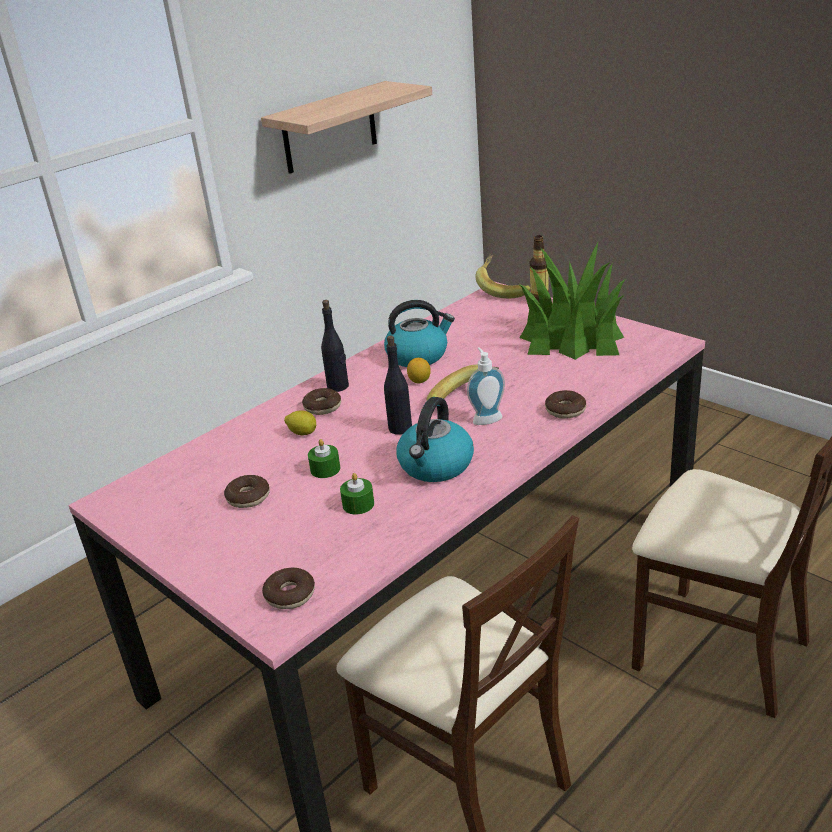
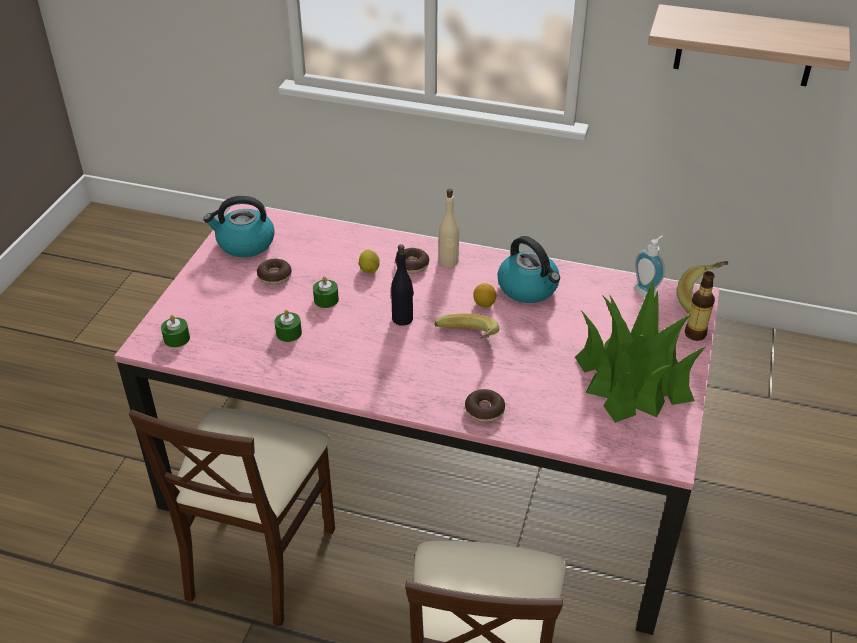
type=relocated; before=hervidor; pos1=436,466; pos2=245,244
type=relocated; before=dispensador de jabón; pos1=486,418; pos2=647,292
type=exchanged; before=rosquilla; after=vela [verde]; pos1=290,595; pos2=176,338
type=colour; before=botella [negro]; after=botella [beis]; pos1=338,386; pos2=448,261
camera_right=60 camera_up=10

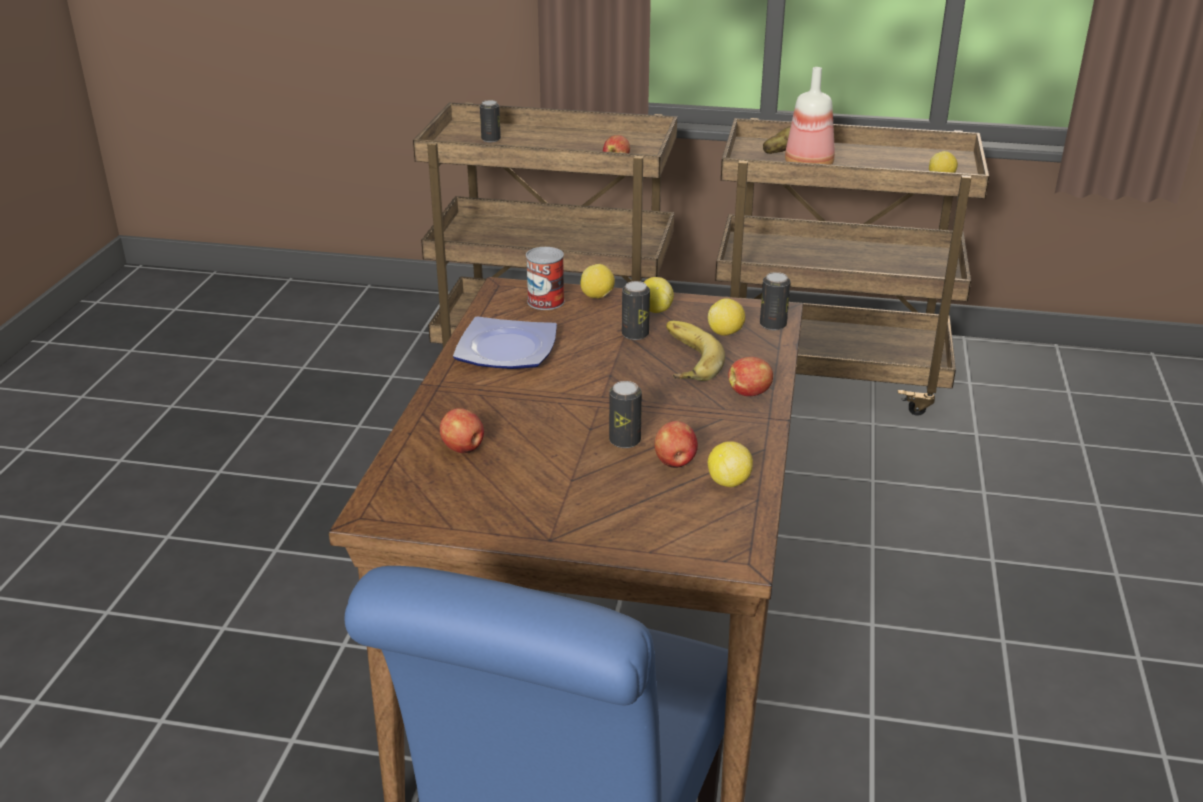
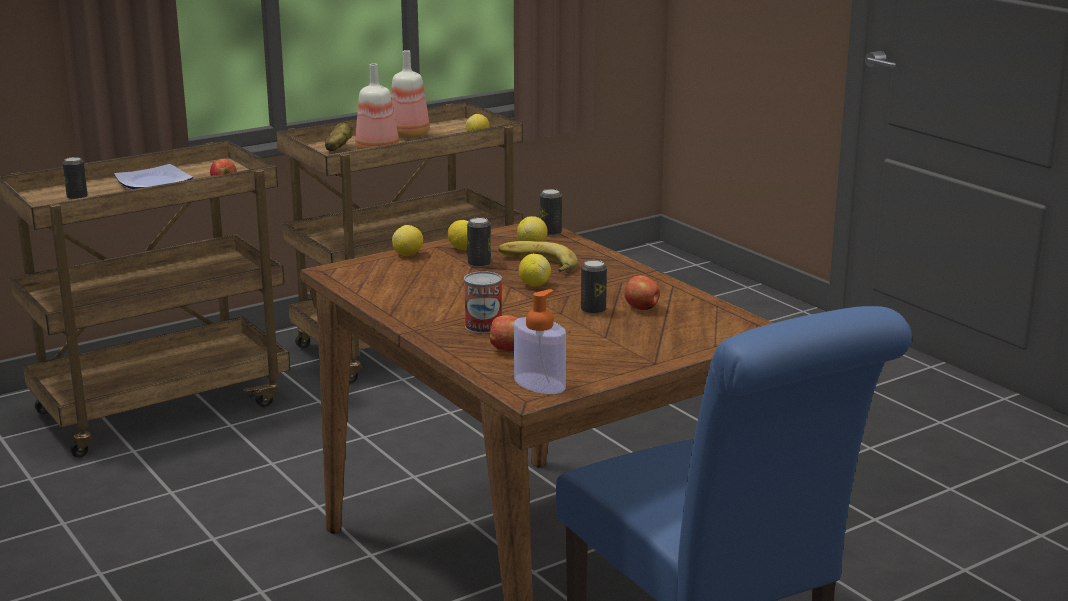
type=missing; before=manzana; pos1=750,393
type=appeared; after=botella; pos2=407,135
type=appeared; after=dispensador de jabón; pos2=539,384
type=relocated; before=plato; pos1=508,349; pos2=154,183
type=relocated; before=lata; pos1=546,301; pos2=483,326
type=relocated; before=limón; pos1=728,481; pos2=534,284
camera_right=-45 camera_up=-10

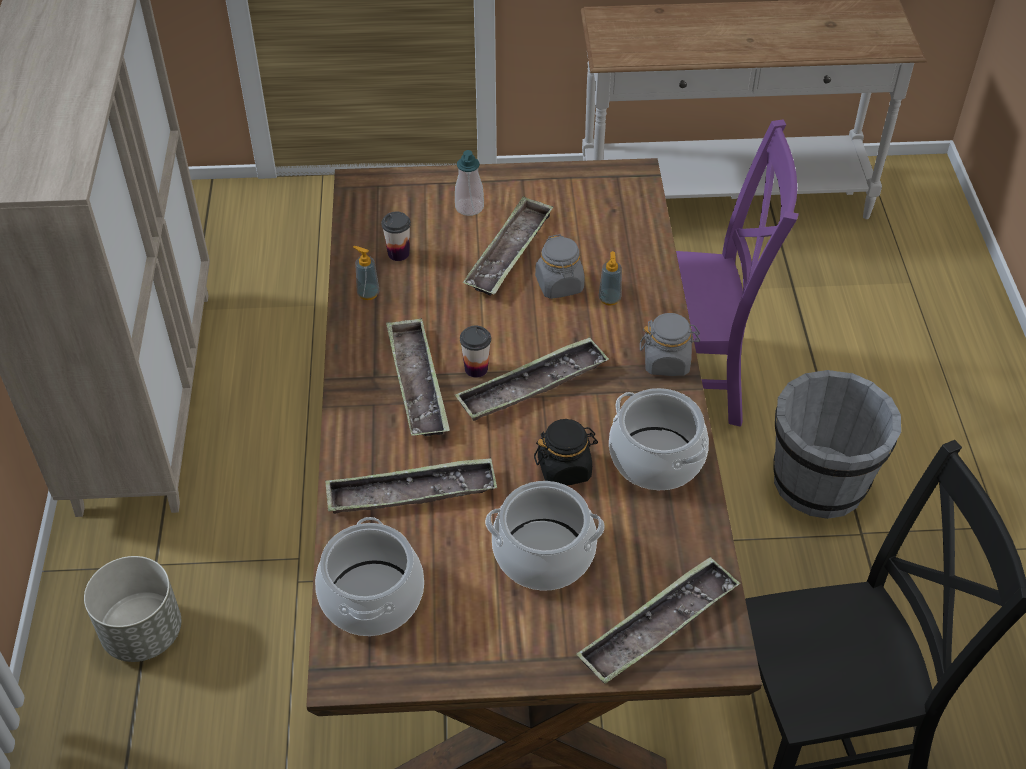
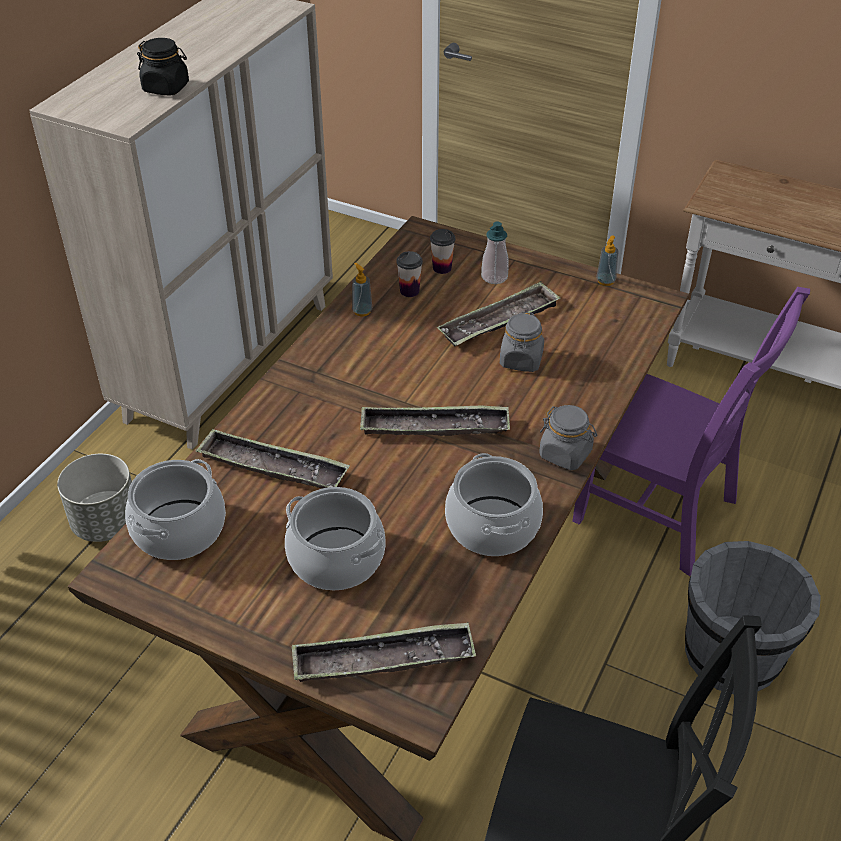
type=missing; before=bandeja; pos1=417,383
type=relocated; before=taza; pos1=476,369; pos2=442,268
type=relocated; before=tarro [negro]; pos1=564,469; pos2=166,88
type=relocated; before=dispensador de jabón; pos1=609,299; pos2=605,281
camera_right=30 camera_up=-5

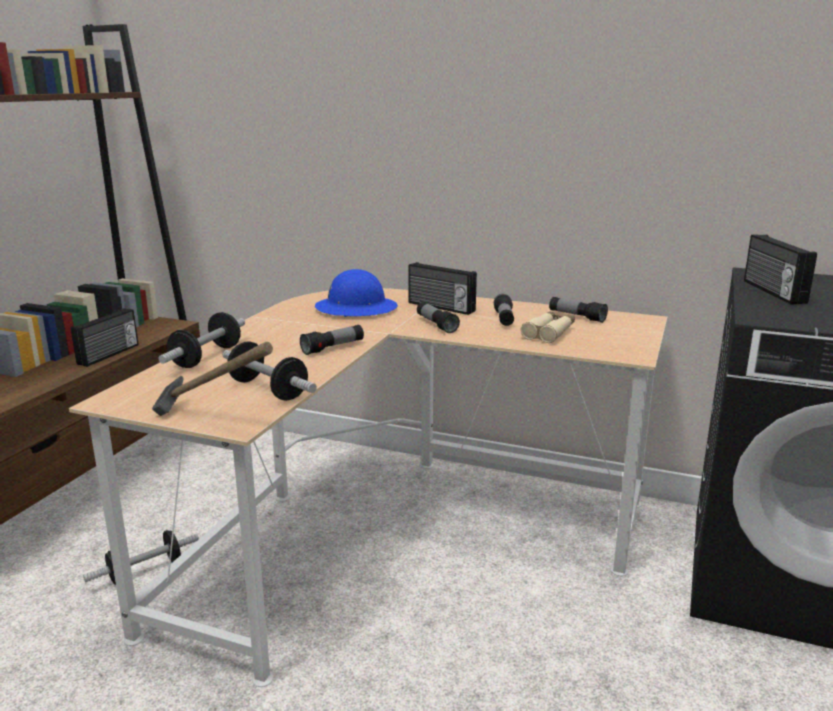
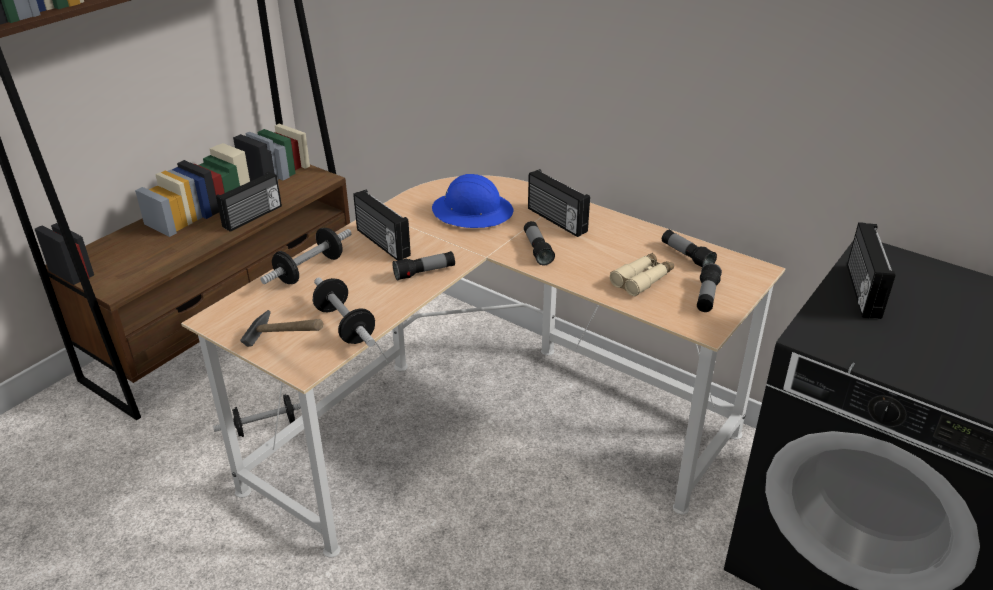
type=appeared; after=radio; pos2=381,243
type=relocated; before=linterna; pos1=504,319; pos2=706,296
camera_right=15 camera_up=15

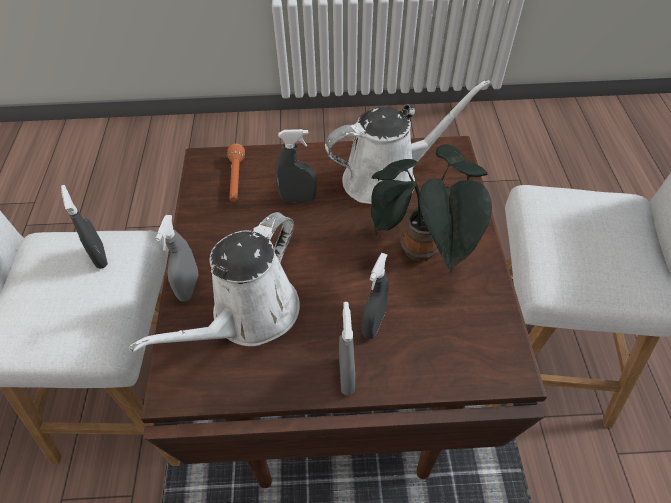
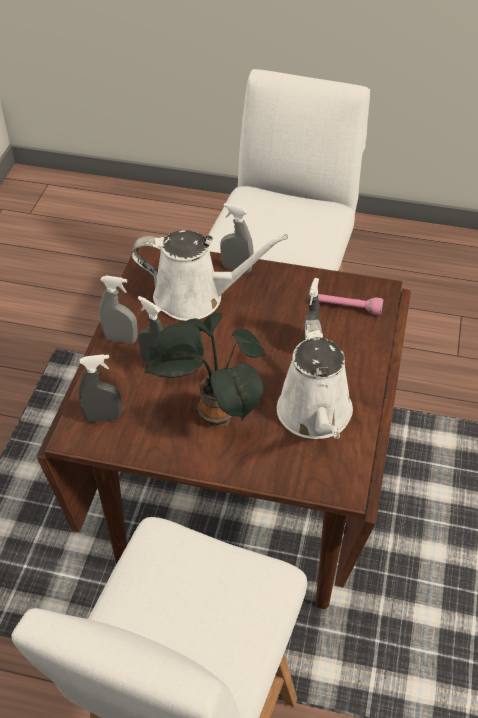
type=relocated; before=pulverizador [gris]; pos1=100,256; pos2=103,418
type=colour; before=linterna [naranja]; after=linterna [rosa]; pos1=236,180; pos2=347,308
type=spun; before=regadera [blanco]; pos1=249,316; pos2=196,297; turn=135
camera_right=105 camera_up=-5

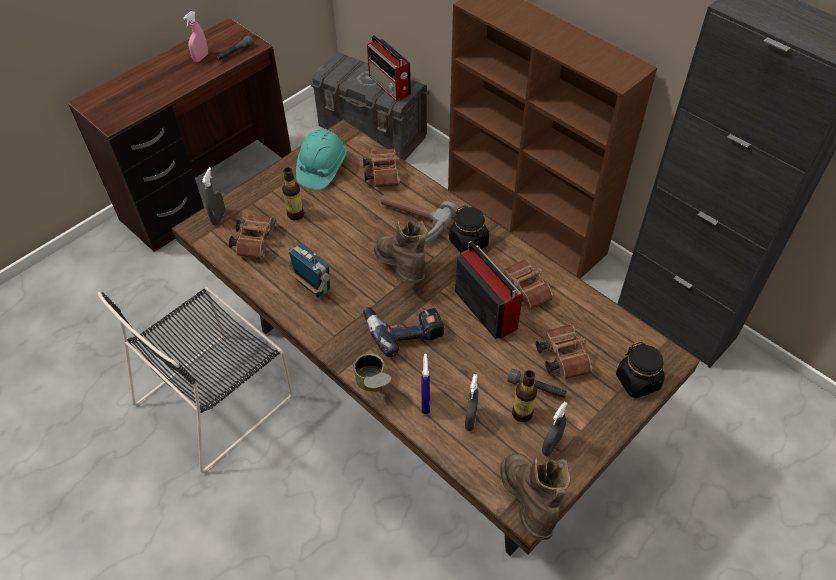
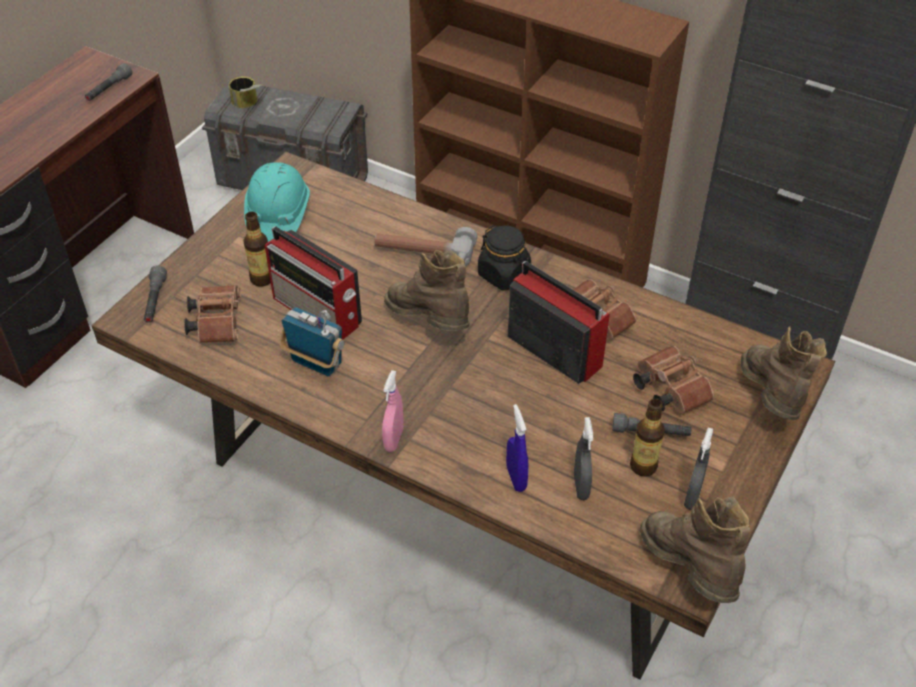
type=missing; before=silla [negro]; pos1=218,397
type=missing; before=prismáticos [marrón]; pos1=382,173
type=missing; before=taladro; pos1=403,330
type=relocated; before=pulverizador [rosa]; pos1=201,58; pos2=393,439
type=relocated; before=lata; pos1=373,386; pos2=248,104
type=relocated; before=radio; pos1=390,86; pos2=318,312
type=exchanged; before=pulverizador [gris]; after=linterna [gris]; pos1=218,218; pos2=155,301
type=exchanged; before=tarro [negro]; after=bota [marrón]; pos1=638,381; pos2=771,400
camera_right=-15 camera_up=-5

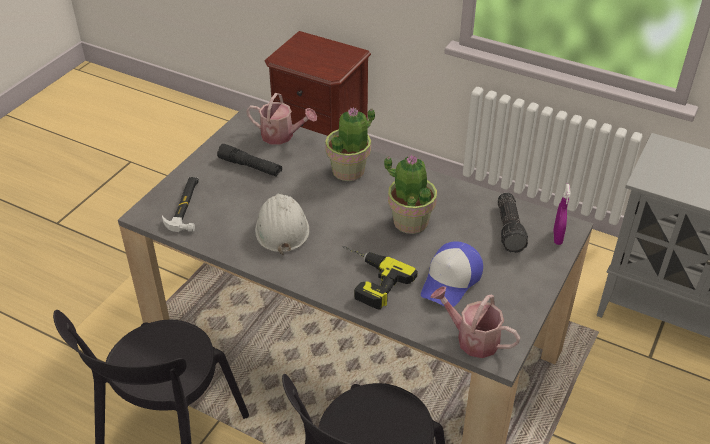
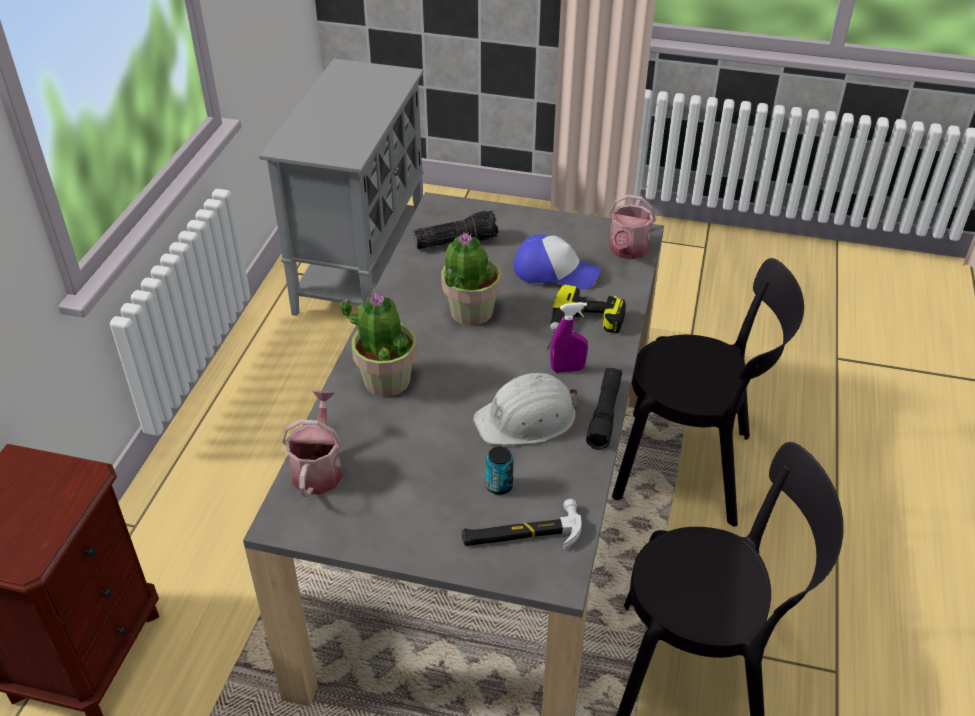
type=appeared; after=lata; pos2=499,486
type=relocated; before=linterna [negro]; pos1=250,167; pos2=605,414
type=relocated; before=pulverizador [morado]; pos1=557,237; pos2=567,369
camera_right=-105 camera_up=0

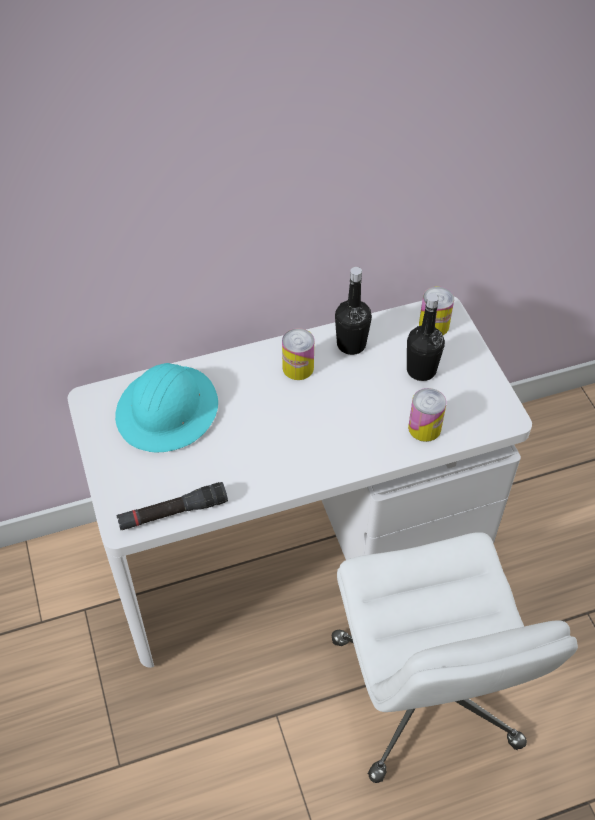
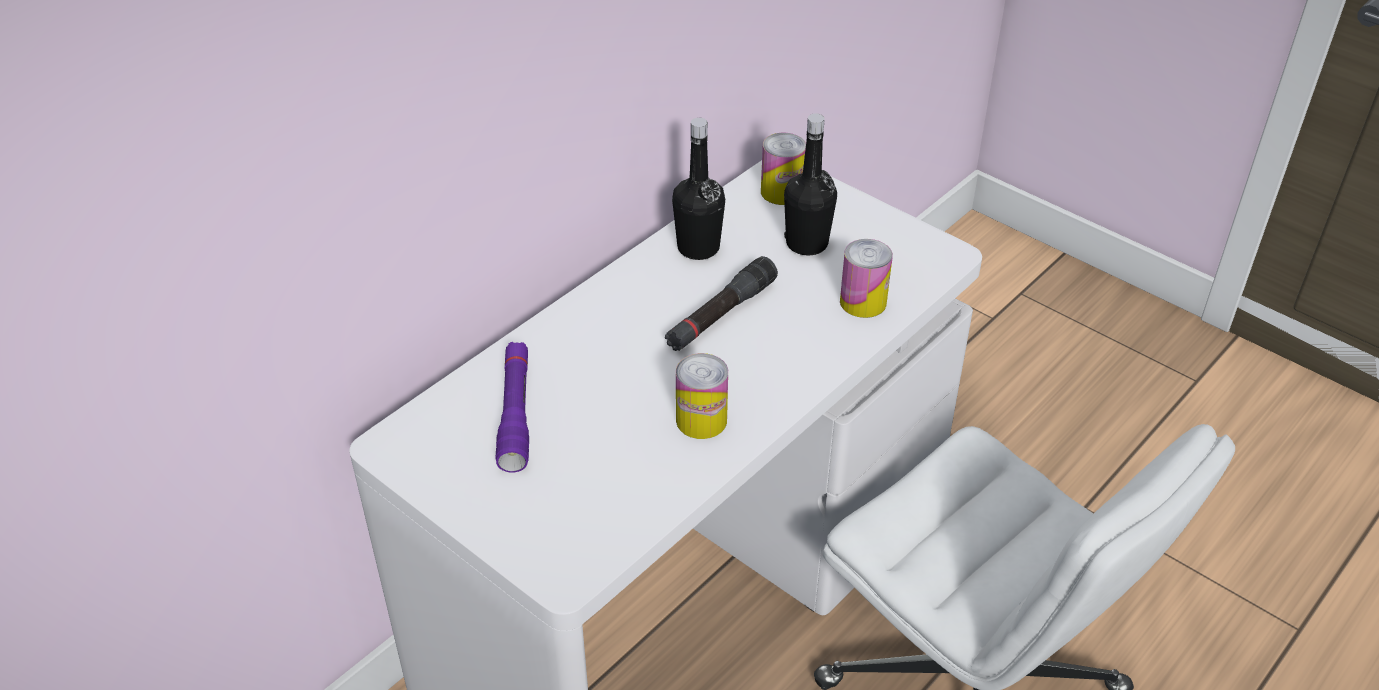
type=relocated; before=linterna [negro]; pos1=173,512; pos2=721,315
type=relocated; before=lata; pos1=298,368; pos2=701,420
type=exchanged; before=casco [turquesa]; after=linterna [morado]; pos1=168,411; pos2=515,414
camera_right=-30 camera_up=-10

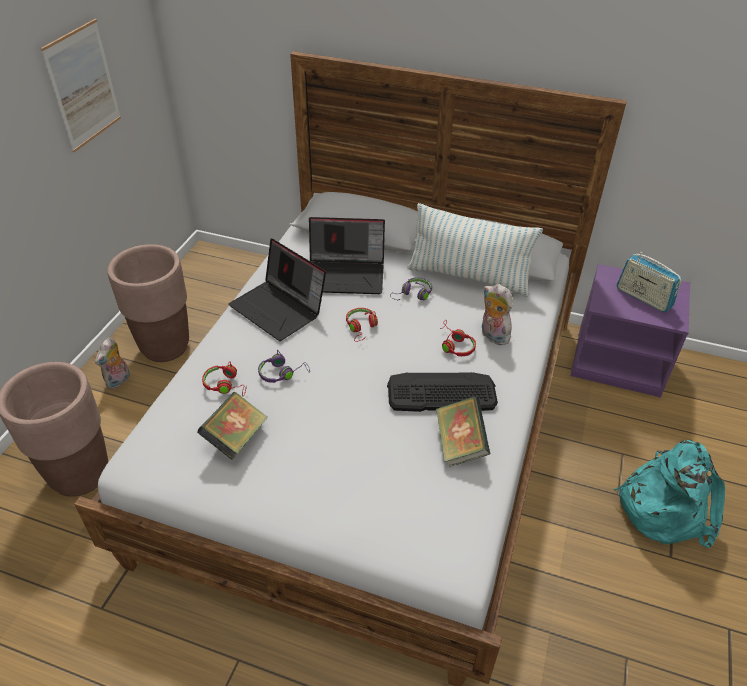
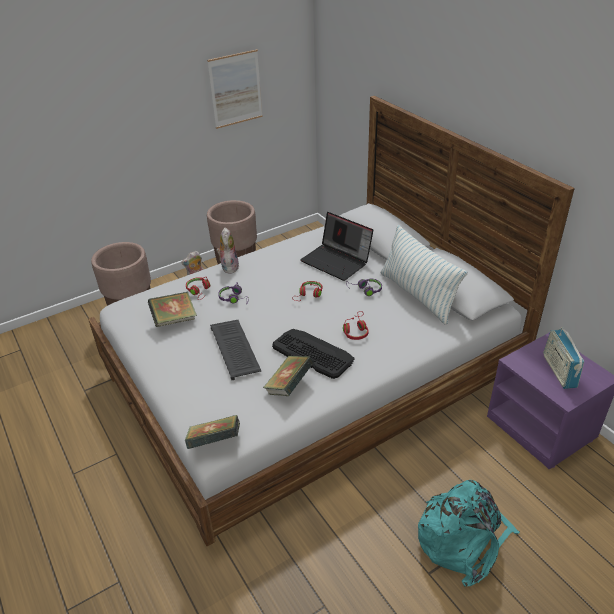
type=missing; before=portátil; pos1=279,309
type=appeared; after=libro; pos2=215,442
type=appeared; after=teclado; pos2=236,350
type=relocated; before=peluche; pos1=492,336; pos2=229,267
camera_right=40 camera_up=-5

